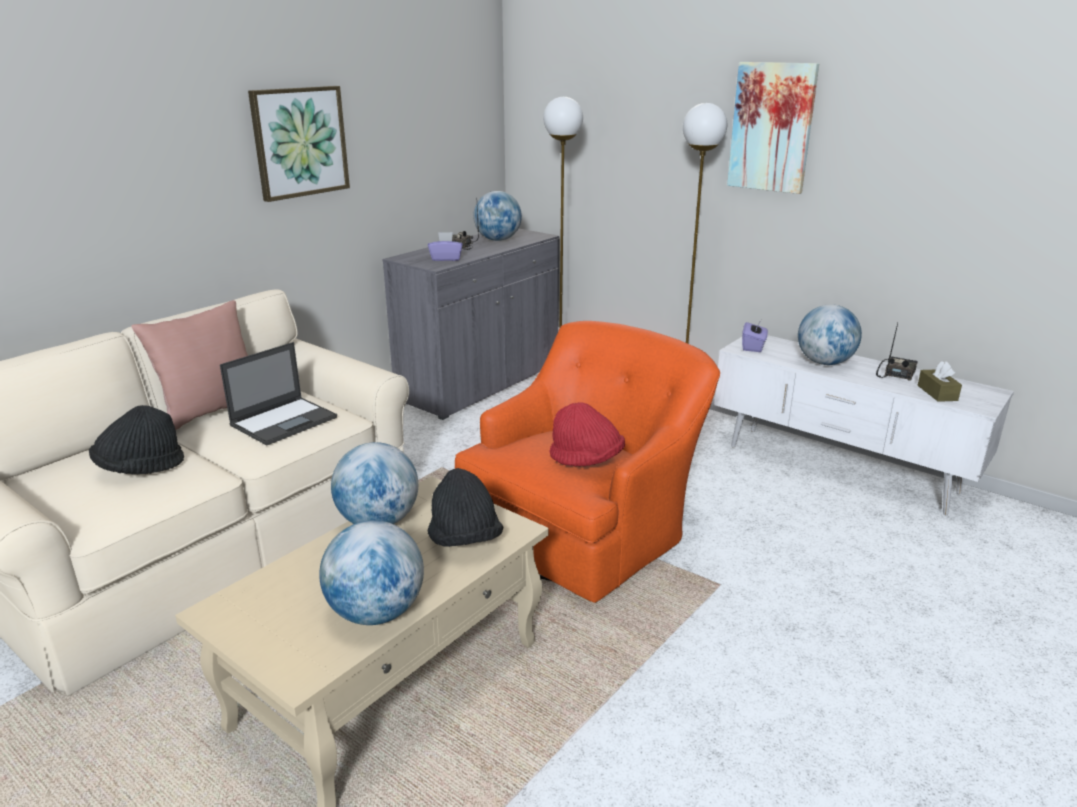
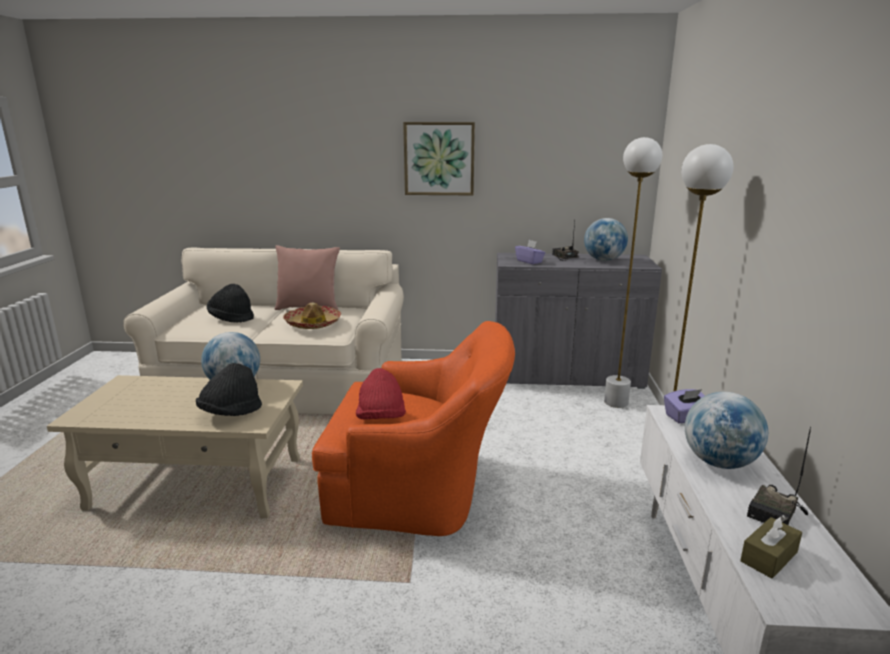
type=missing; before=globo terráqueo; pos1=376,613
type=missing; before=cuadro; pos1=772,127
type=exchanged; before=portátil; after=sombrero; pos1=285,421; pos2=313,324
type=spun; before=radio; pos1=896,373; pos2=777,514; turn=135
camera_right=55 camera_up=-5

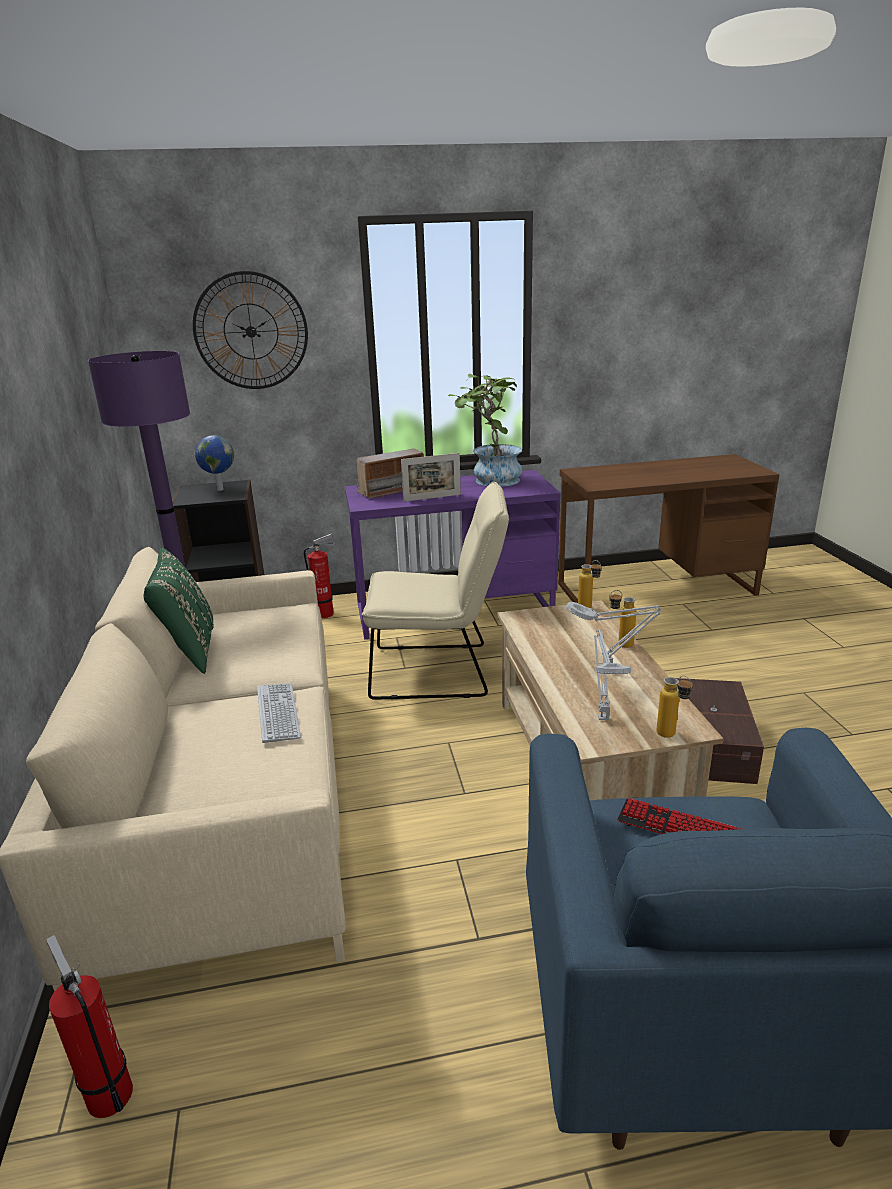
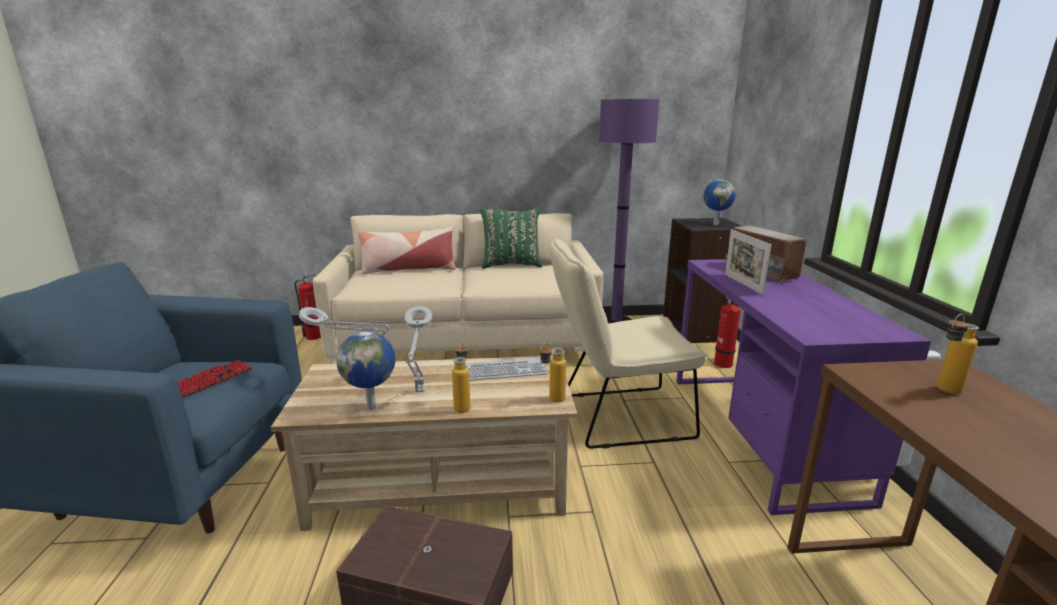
type=missing; before=reloj de pared; pos1=251,331
type=missing; before=planta en maceta; pos1=490,480
type=appeared; after=globo terráqueo; pos2=372,406
type=appeared; after=cojín; pos2=408,269
type=relocated; before=teclado; pos1=278,713; pos2=504,371
type=relocated; before=botella; pos1=671,737; pos2=943,391
type=spun; before=silla [beis]; pos1=440,671; pos2=616,417; turn=75
camera_right=95 camera_up=-5

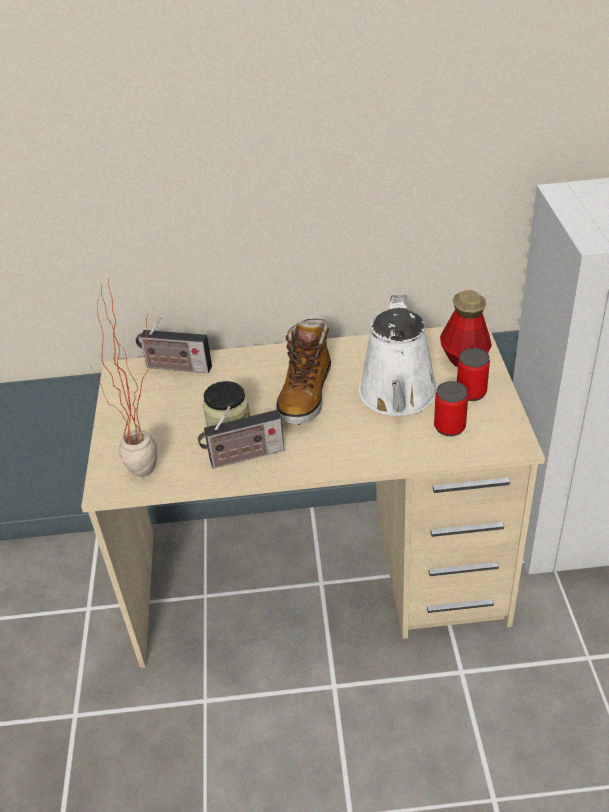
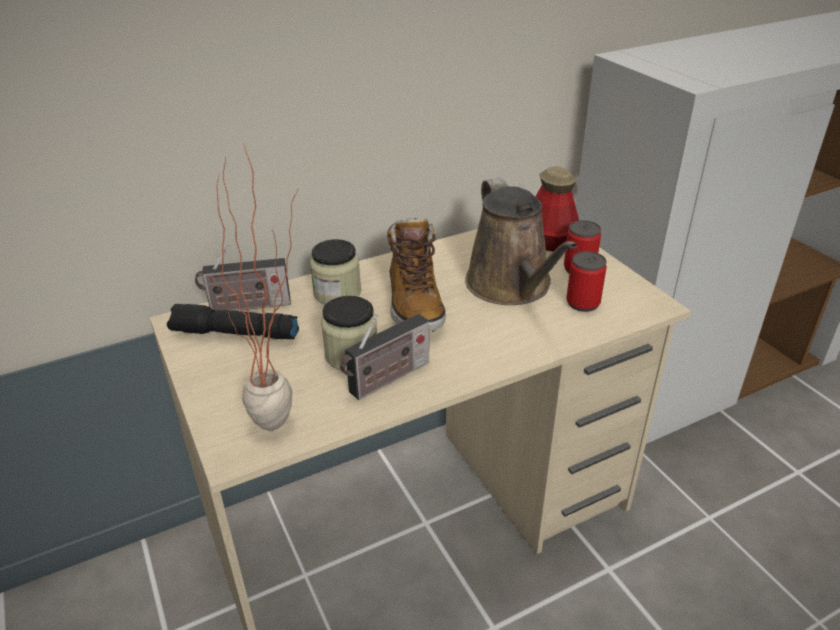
type=appeared; after=linterna [negro]; pos2=234,334
type=appeared; after=tarro; pos2=337,293
type=colour; before=regadera [blanco]; after=regadera [marrón]; pos1=398,396; pos2=512,286
camera_right=-25 camera_up=-5

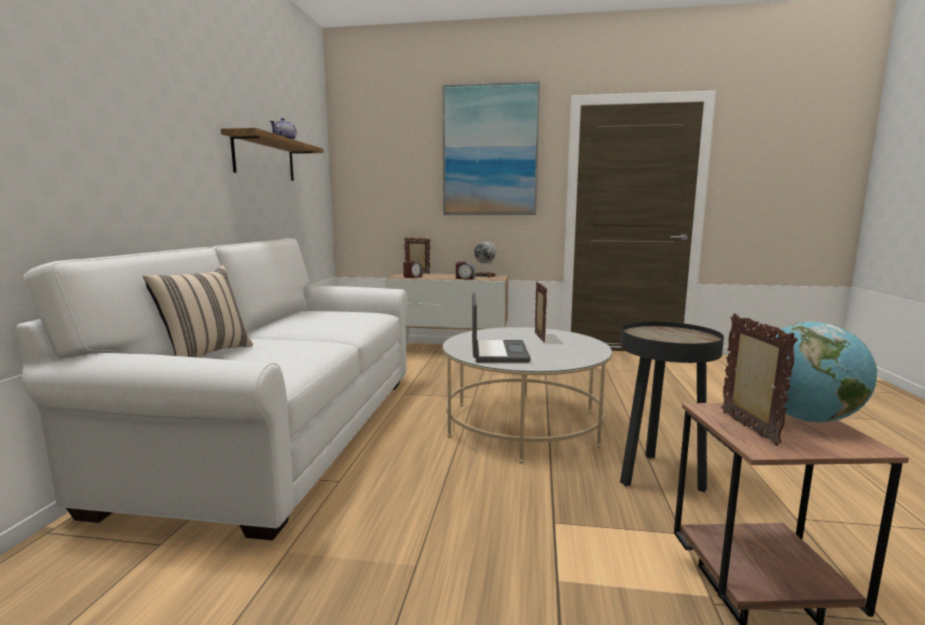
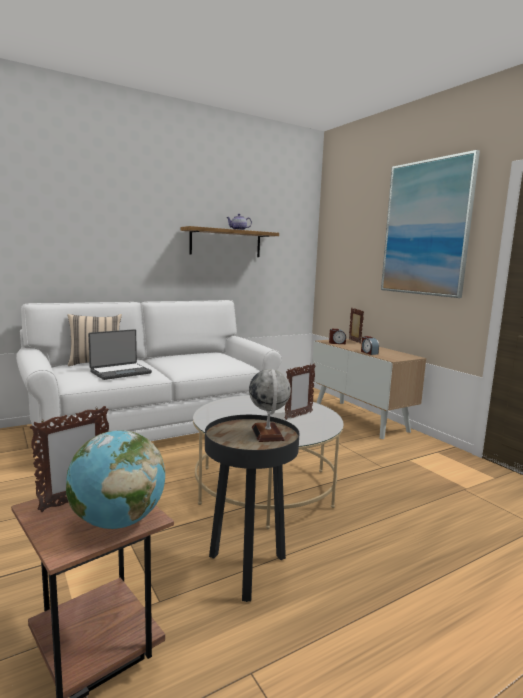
type=relocated; before=portátil; pos1=497,352; pos2=120,372
type=relocated; before=globo terráqueo; pos1=484,275; pos2=268,434
camera_right=50 camera_up=0

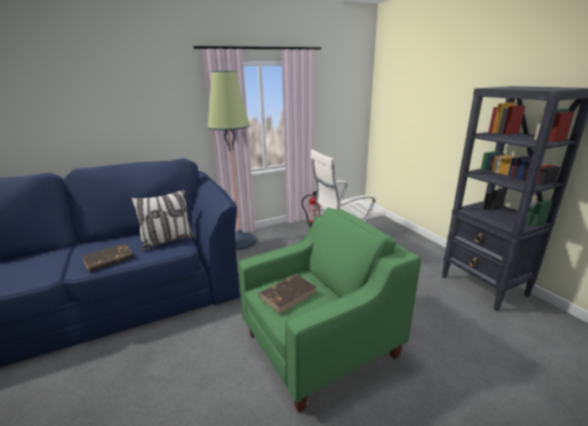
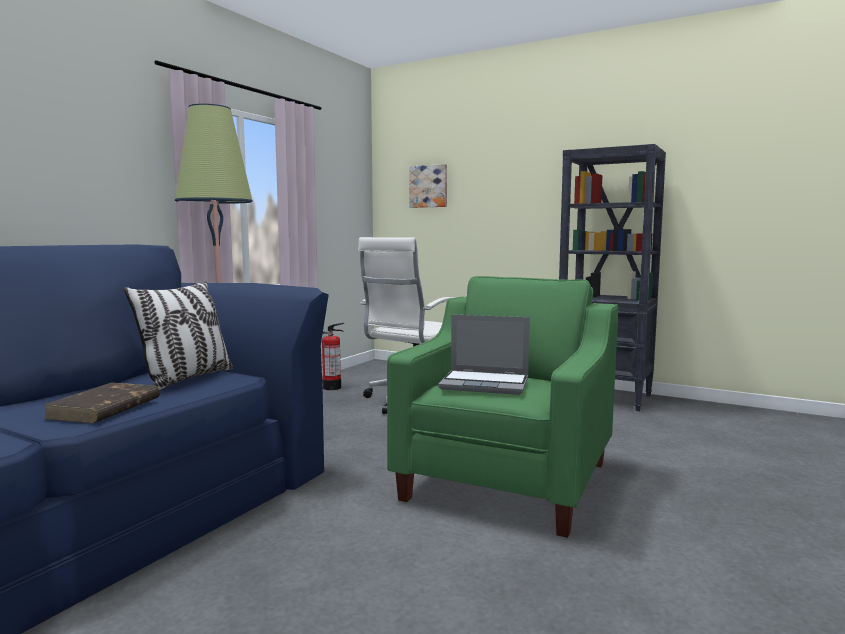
type=appeared; after=cuadro; pos2=429,186
type=exchanged; before=libro [marrón]; after=portátil; pos1=288,295; pos2=486,384
camera_right=-35 camera_up=-15

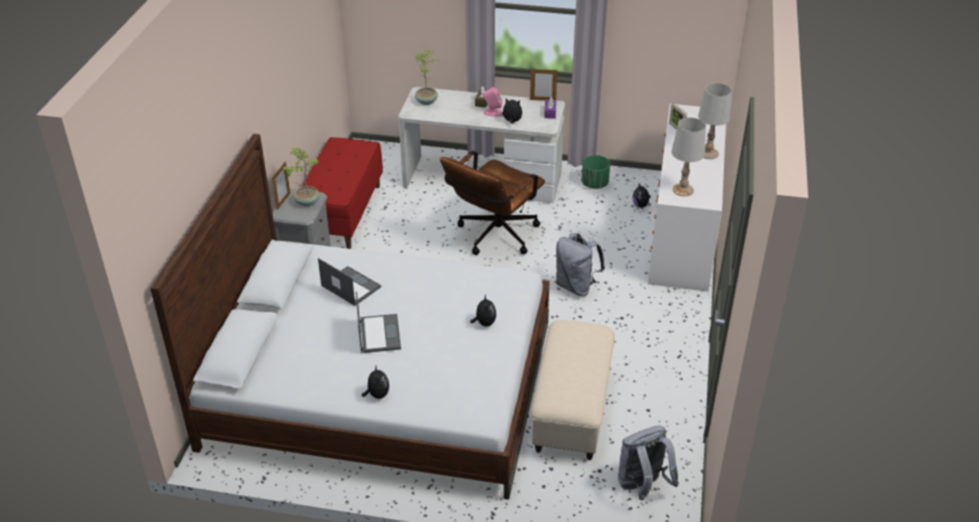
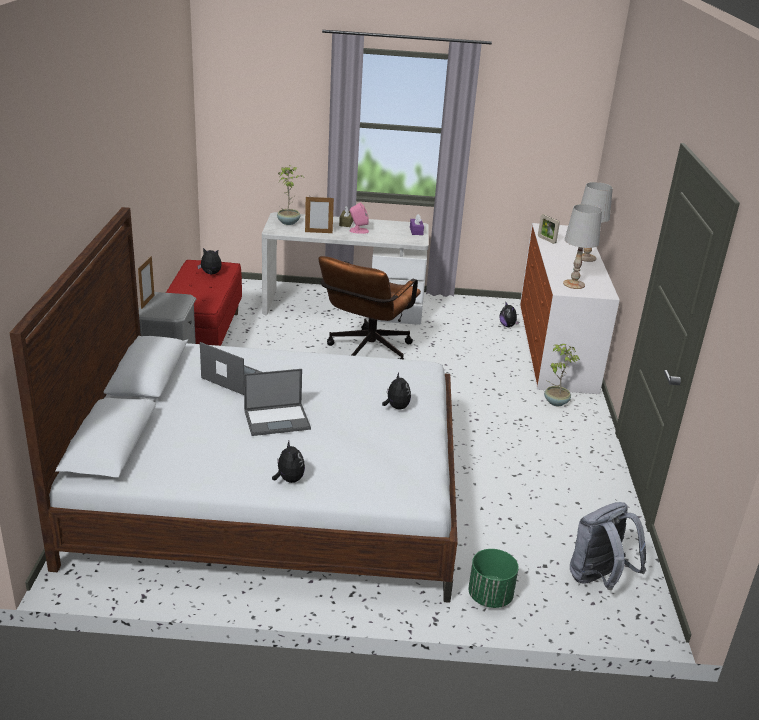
type=missing; before=puf [beis]; pos1=570,409
type=missing; before=mochila [gris]; pos1=576,286
type=relocated; before=planta en maceta; pos1=306,202; pos2=555,402
type=relocated; before=peluche; pos1=511,121; pos2=210,274
type=relocated; before=portarretratos; pos1=543,100; pos2=318,232
type=relocated; before=maceta [verde]; pos1=595,184; pos2=490,596
type=spun; before=portátil; pos1=379,333; pos2=278,419; turn=90
camera_right=-10 camera_up=-10

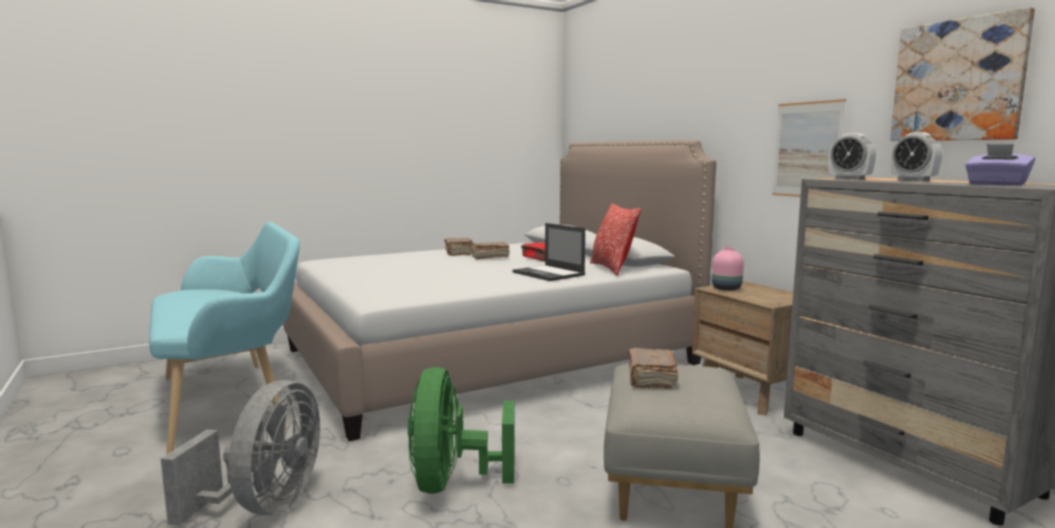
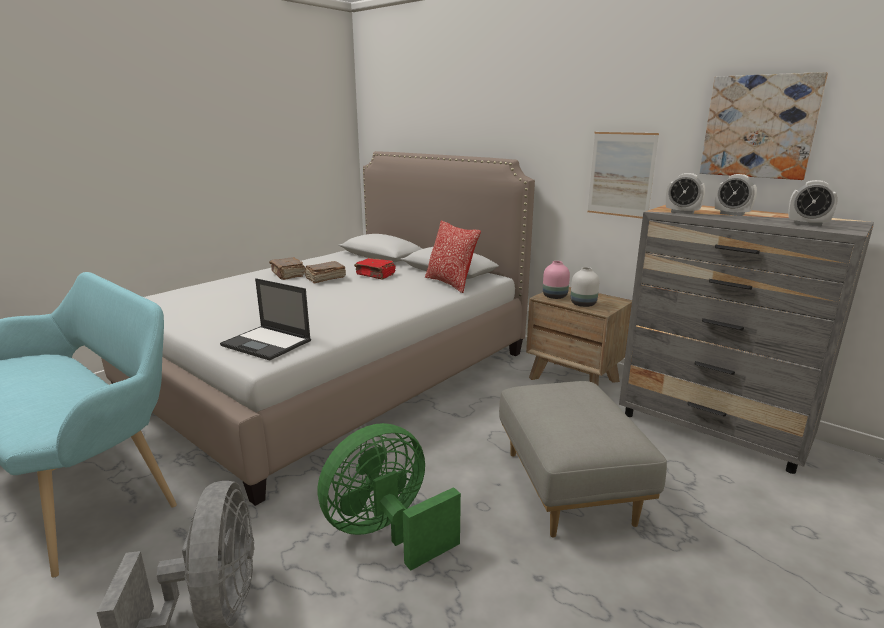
type=missing; before=libro [marrón]; pos1=651,379
type=appeared; after=florero [blanco]; pos2=582,304
type=relocated; before=portátil; pos1=549,274; pos2=267,343
type=exchanged; before=caja de pañuelos [morado]; after=despertador; pos1=996,184; pos2=807,224
type=spun; before=ventilador [verde]; pos1=452,482; pos2=387,532; turn=75
camera_right=-20 camera_up=10

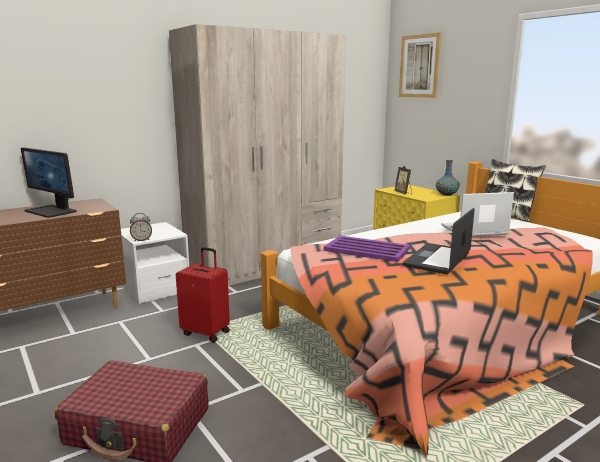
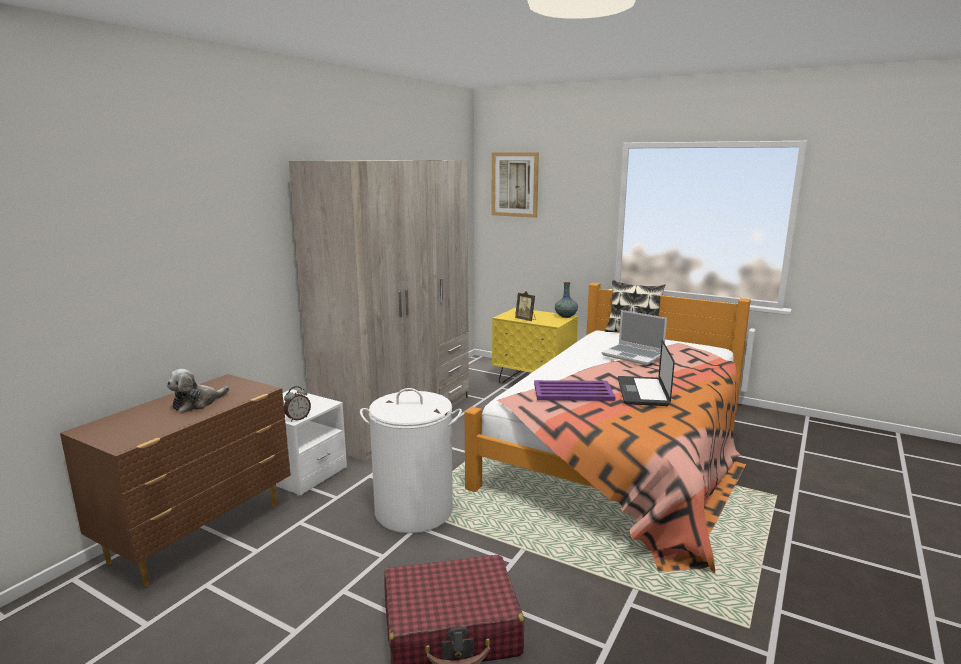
type=exchanged; before=monitor; after=peluche; pos1=52,211; pos2=197,403
type=exchanged; before=maleta [rojo]; after=cesto de la ropa [blanco]; pos1=206,332; pos2=414,511
type=spun; before=portátil; pos1=474,231; pos2=633,355; turn=-105
camera_right=-25 camera_up=0

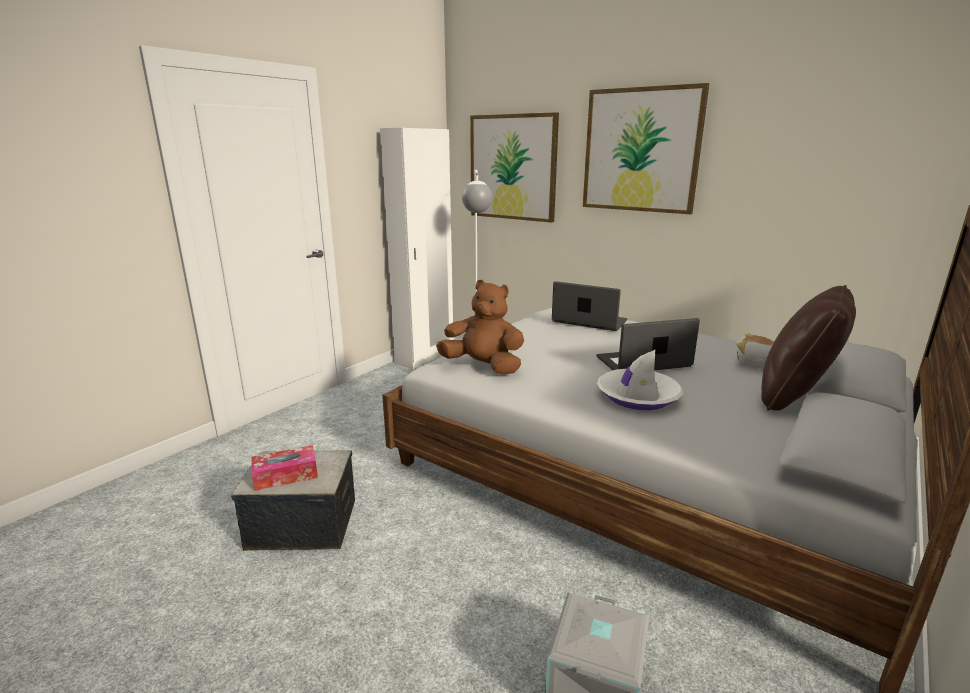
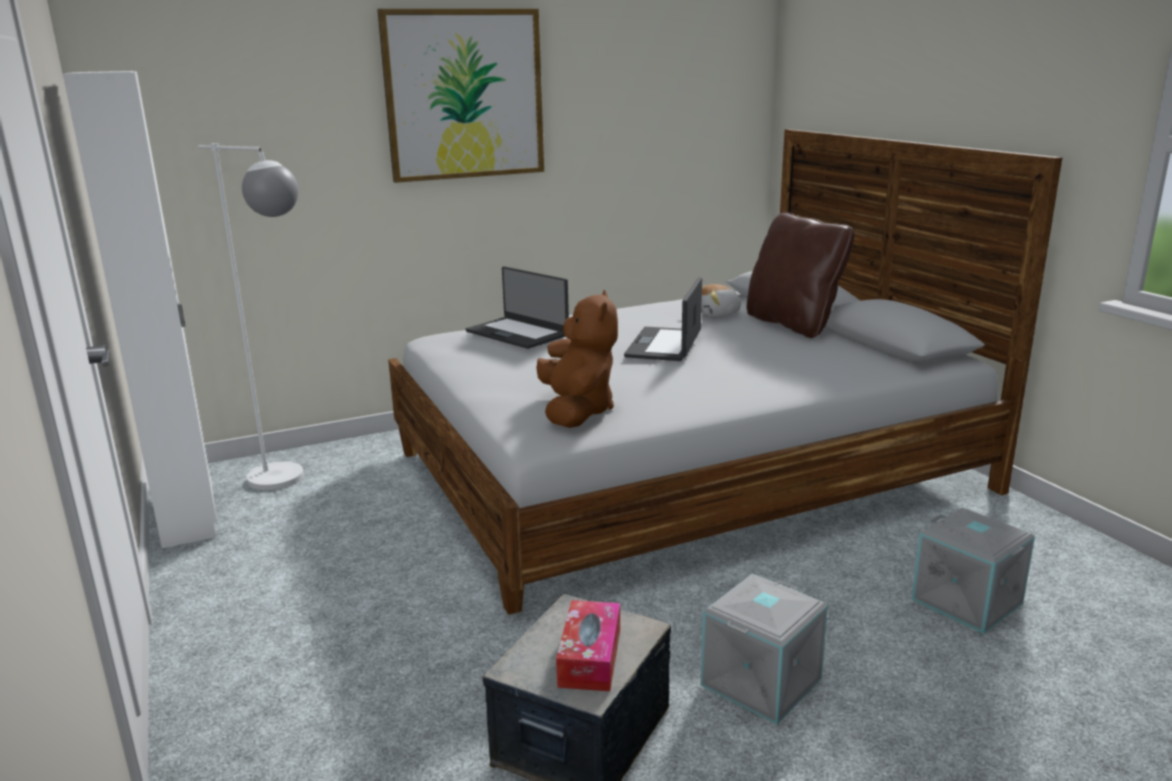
type=missing; before=cuadro; pos1=512,167
type=missing; before=sombrero [blanco]; pos1=637,396
type=appeared; after=caja de almacenaje [gris]; pos2=762,683
type=spun; before=peluche [marrón]; pos1=483,367; pos2=576,411; turn=120
type=spun; before=portátil; pos1=589,321; pos2=518,333; turn=-105
camera_right=-60 camera_up=0

